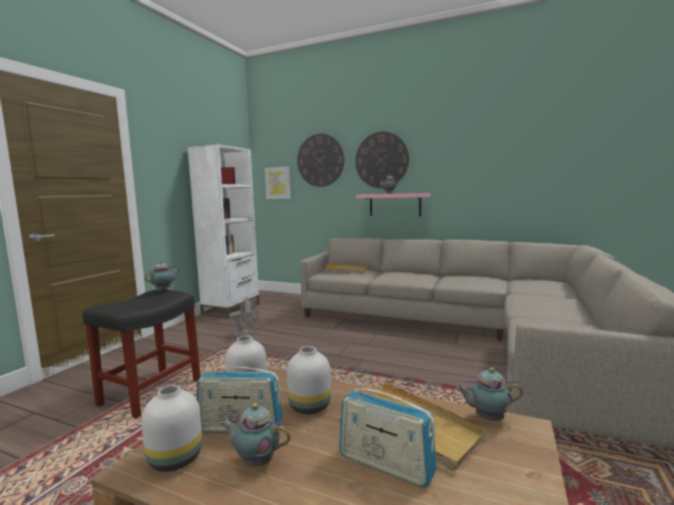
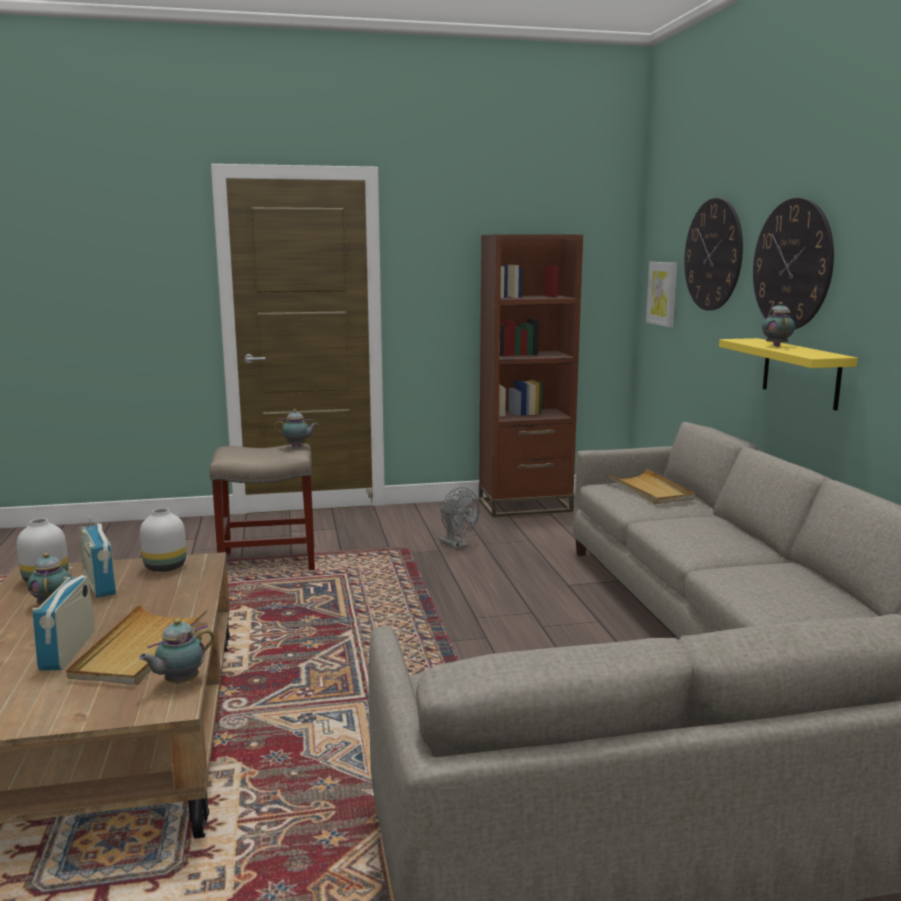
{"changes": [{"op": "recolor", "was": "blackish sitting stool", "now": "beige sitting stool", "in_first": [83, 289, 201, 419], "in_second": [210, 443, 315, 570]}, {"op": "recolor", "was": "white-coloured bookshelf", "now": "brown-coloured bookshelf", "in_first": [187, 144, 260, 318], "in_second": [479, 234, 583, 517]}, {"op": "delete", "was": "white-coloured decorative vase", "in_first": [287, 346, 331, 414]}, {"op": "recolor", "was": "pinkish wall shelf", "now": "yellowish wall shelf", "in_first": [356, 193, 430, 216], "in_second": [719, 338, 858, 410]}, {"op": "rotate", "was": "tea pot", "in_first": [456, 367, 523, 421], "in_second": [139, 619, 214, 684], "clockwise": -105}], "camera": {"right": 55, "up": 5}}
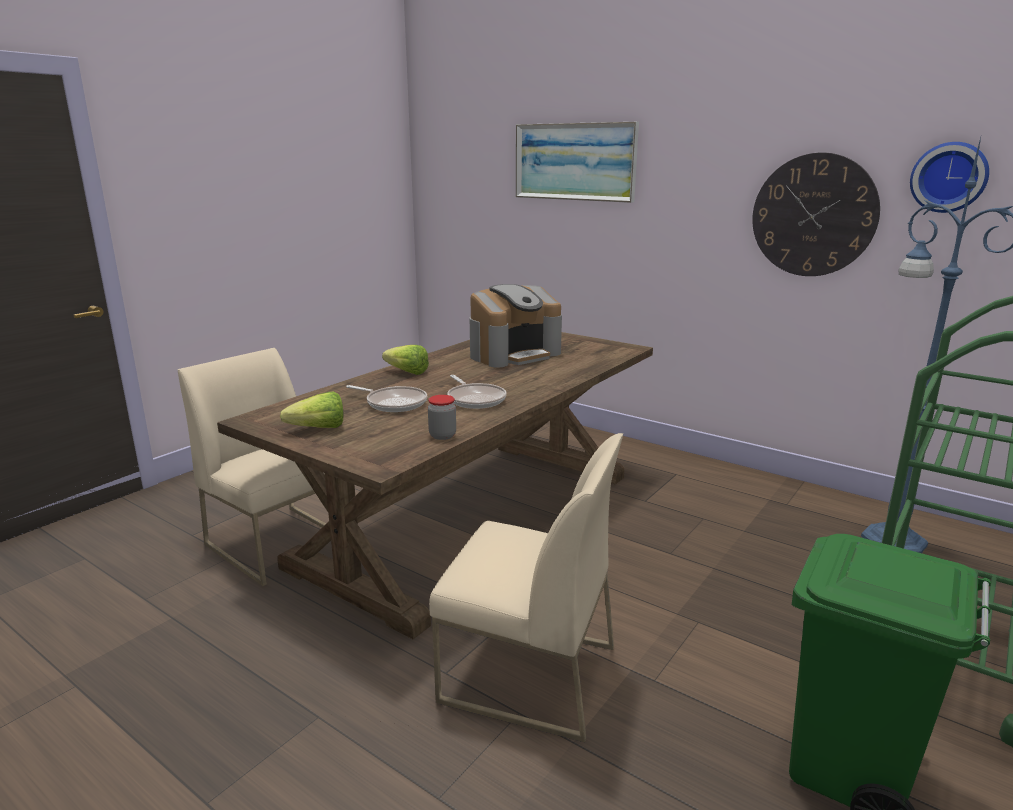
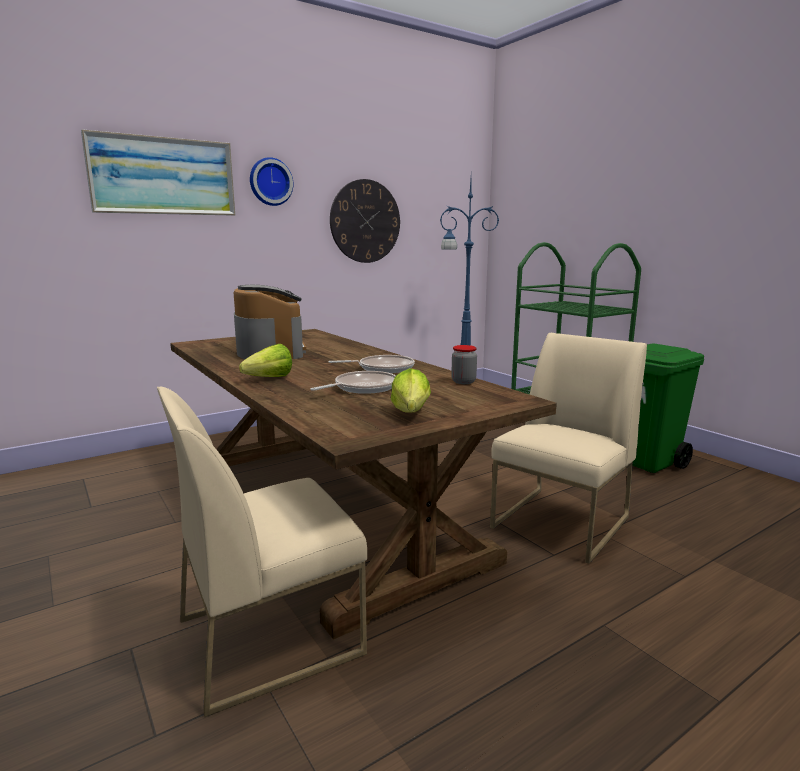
{"changes": [{"op": "move", "was": "clock on the wall", "in_first": [910, 142, 989, 213], "in_second": [250, 157, 293, 206]}], "camera": {"right": -70, "up": -5}}
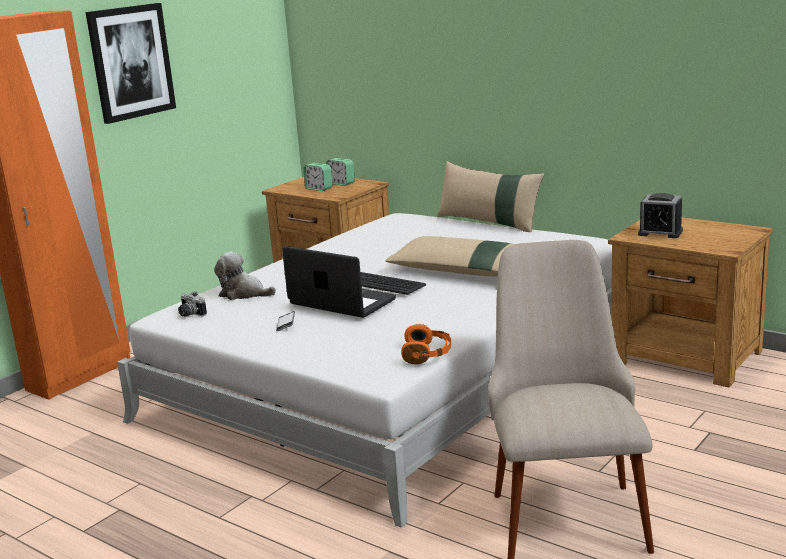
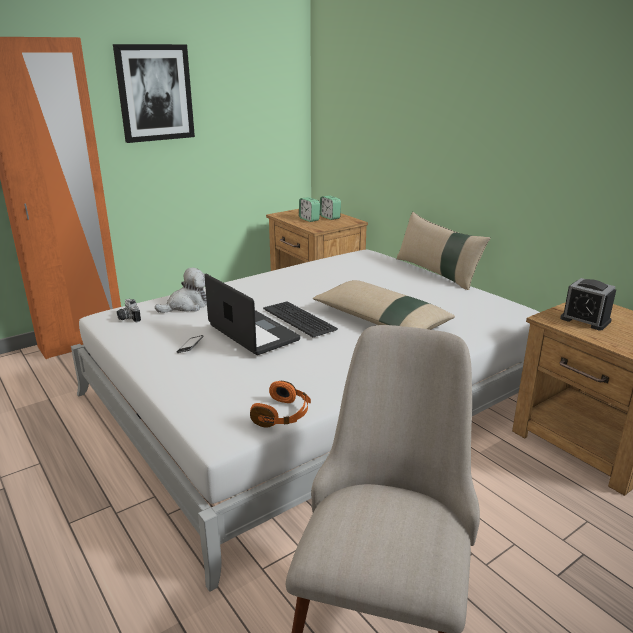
{"changes": [{"op": "rotate", "was": "plush toy", "in_first": [214, 251, 276, 300], "in_second": [155, 268, 207, 313], "clockwise": 105}], "camera": {"right": 15, "up": 5}}
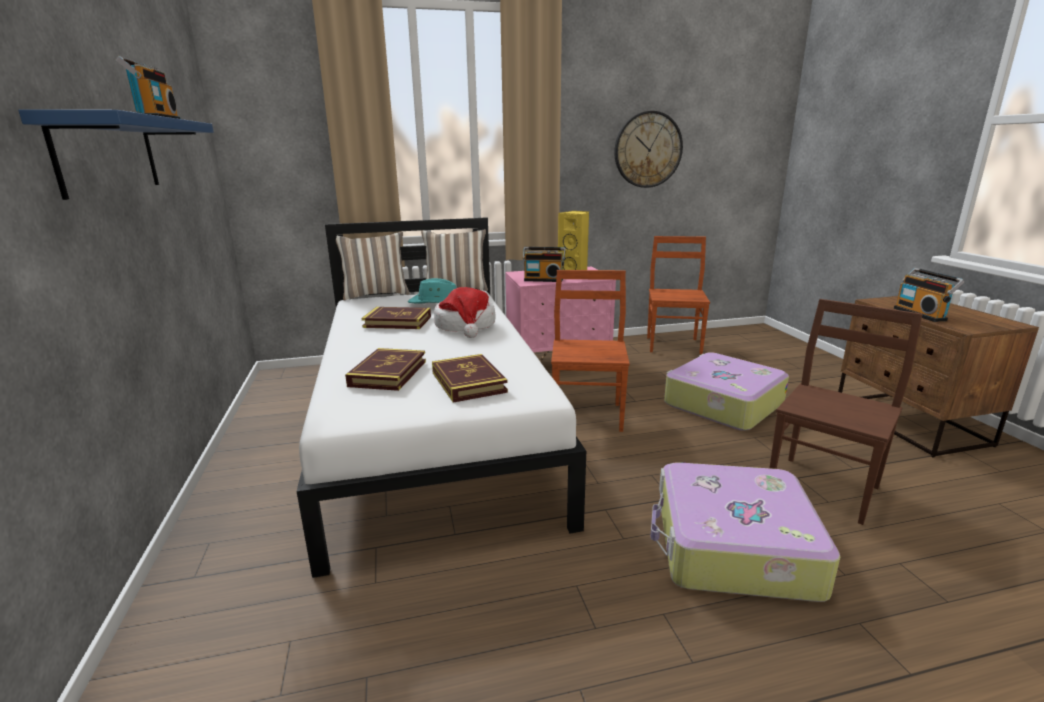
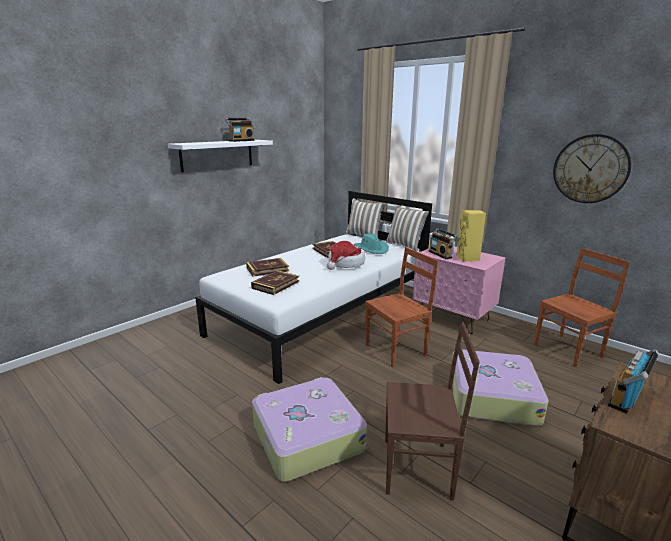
{"changes": [{"op": "recolor", "was": "blue wall shelf", "now": "white-coloured wall shelf", "in_first": [18, 109, 214, 200], "in_second": [168, 140, 273, 172]}], "camera": {"right": 55, "up": 0}}
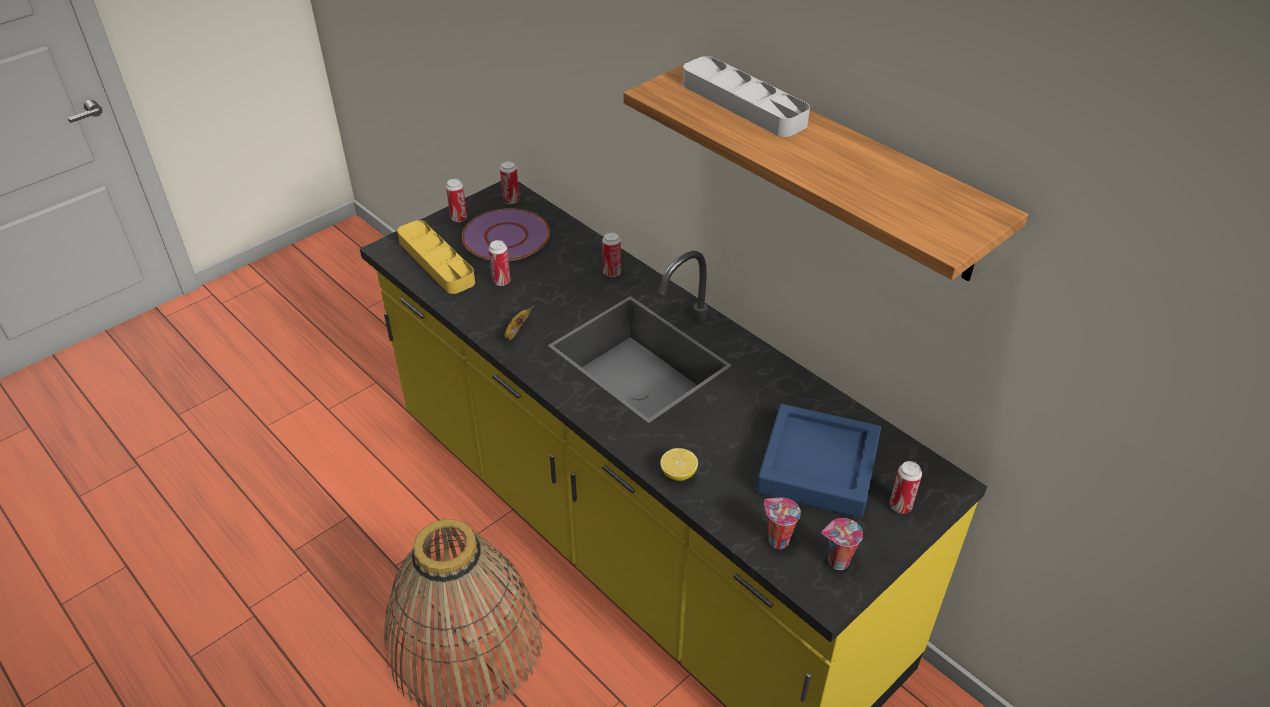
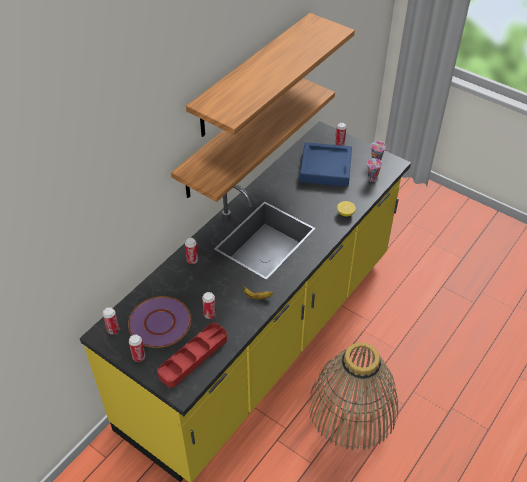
{"changes": [{"op": "recolor", "was": "yellowish serving tray", "now": "red-coloured serving tray", "in_first": [397, 220, 475, 294], "in_second": [157, 323, 227, 388]}, {"op": "delete", "was": "gray serving tray", "in_first": [683, 56, 810, 137]}, {"op": "insert", "now": "wall shelf", "in_second": [171, 78, 335, 202]}], "camera": {"right": -100, "up": 5}}
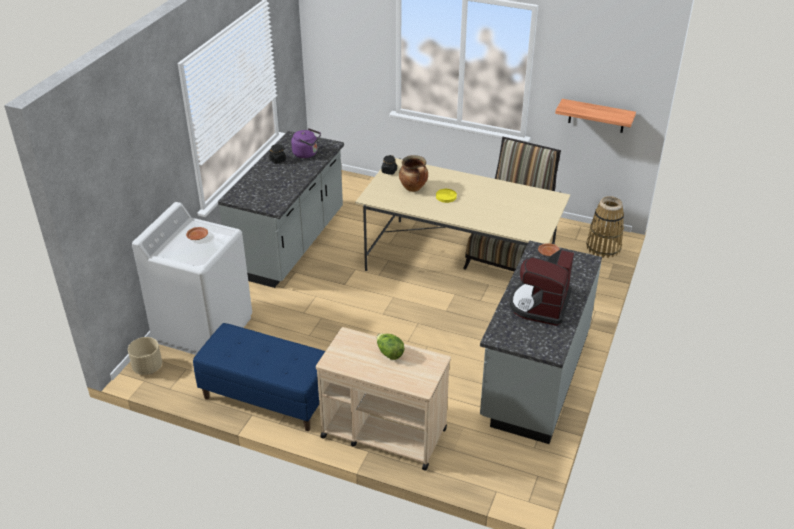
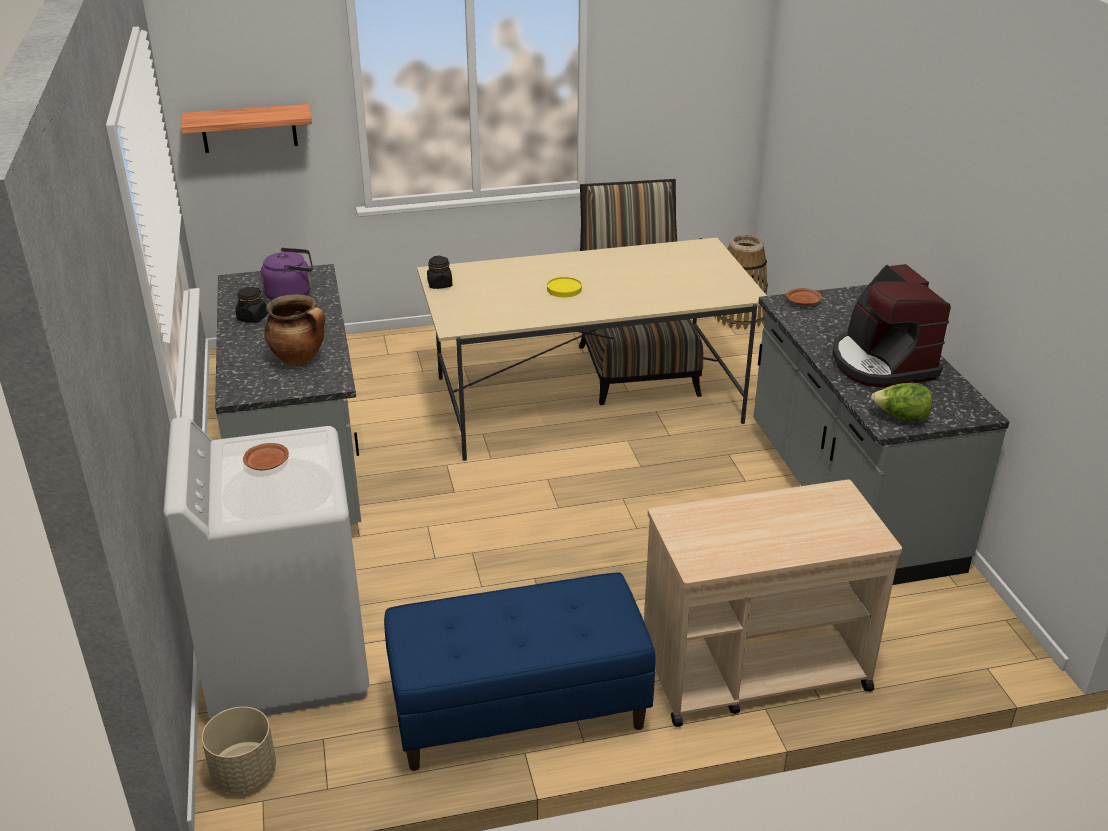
{"changes": [{"op": "move", "was": "lettuce head", "in_first": [377, 334, 404, 360], "in_second": [871, 383, 932, 422]}, {"op": "move", "was": "saucepot", "in_first": [399, 155, 428, 192], "in_second": [265, 294, 325, 366]}, {"op": "move", "was": "wall shelf", "in_first": [555, 99, 636, 133], "in_second": [181, 104, 312, 153]}], "camera": {"right": -35, "up": -5}}
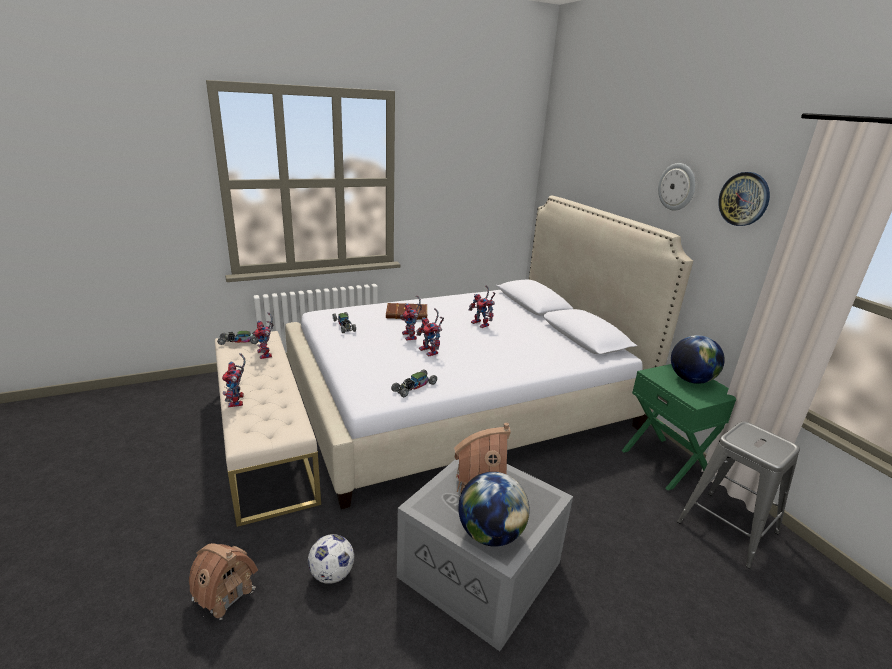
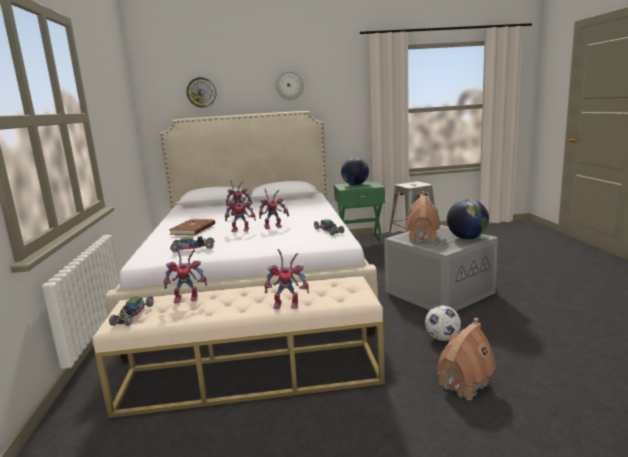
{"changes": [{"op": "move", "was": "clock on the wall", "in_first": [718, 172, 770, 226], "in_second": [187, 77, 216, 108]}], "camera": {"right": -70, "up": -10}}
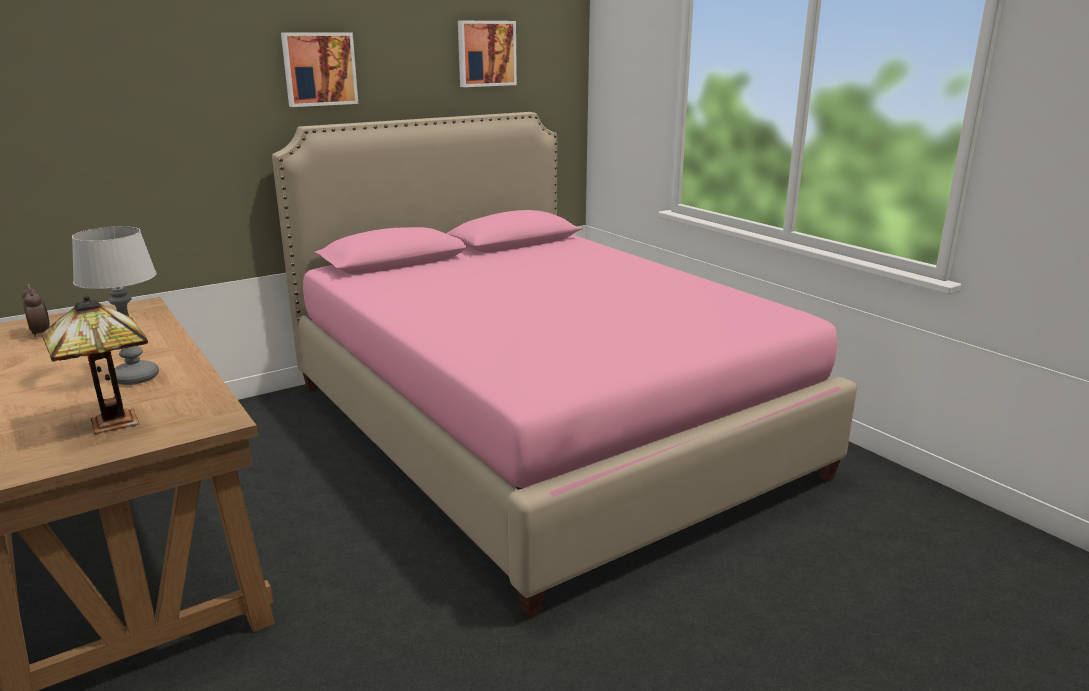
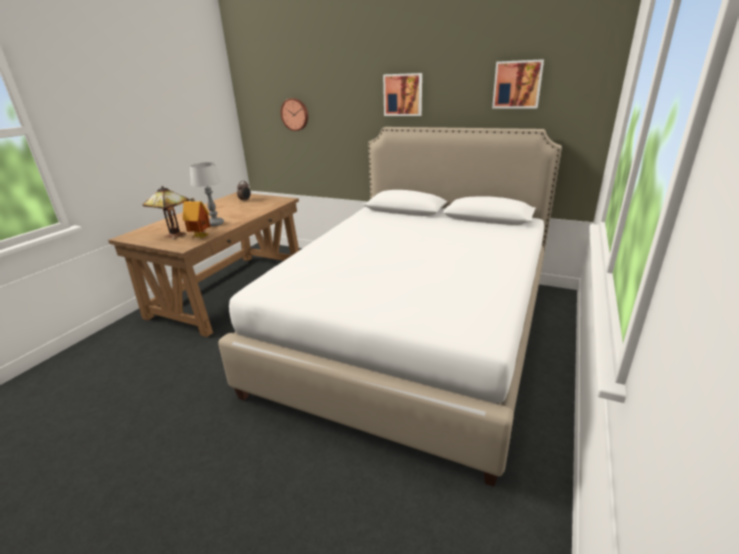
{"changes": [{"op": "recolor", "was": "pinkish bedroom bed", "now": "white-coloured bedroom bed", "in_first": [272, 112, 857, 619], "in_second": [218, 127, 562, 487]}, {"op": "insert", "now": "toy house", "in_second": [183, 198, 211, 238]}, {"op": "insert", "now": "clock on the wall", "in_second": [281, 98, 308, 131]}], "camera": {"right": 60, "up": 5}}
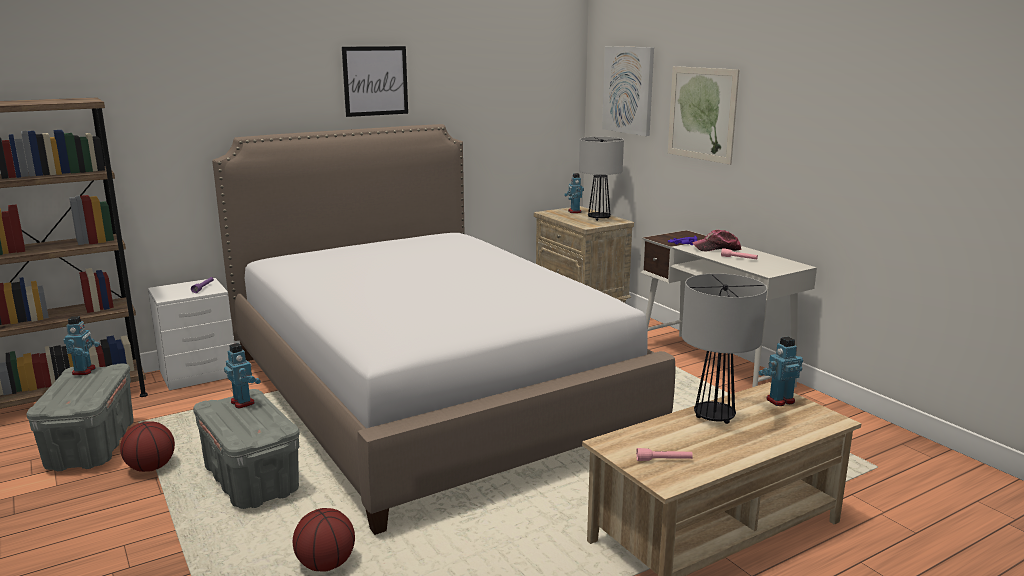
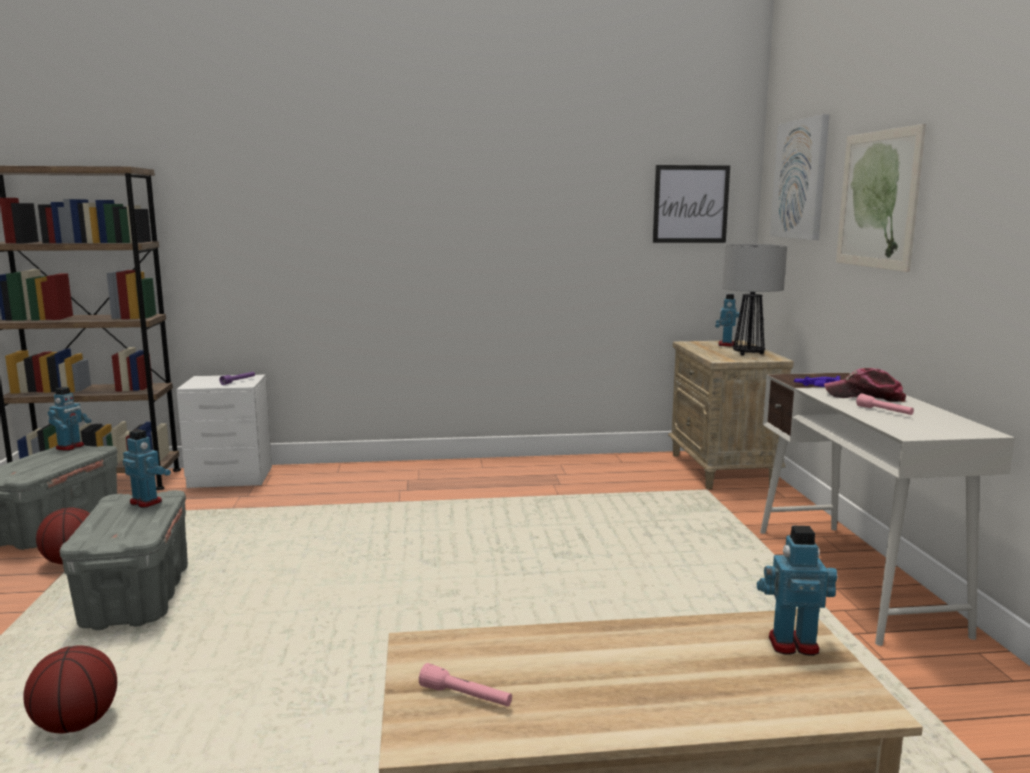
{"changes": [{"op": "delete", "was": "bedroom bed", "in_first": [212, 124, 675, 535]}, {"op": "rotate", "was": "toy robot", "in_first": [224, 343, 261, 408], "in_second": [123, 429, 171, 508], "clockwise": -45}, {"op": "move", "was": "wall picture", "in_first": [342, 46, 408, 117], "in_second": [653, 165, 730, 243]}, {"op": "delete", "was": "tabletop lamp", "in_first": [682, 273, 767, 424]}], "camera": {"right": 25, "up": -5}}
